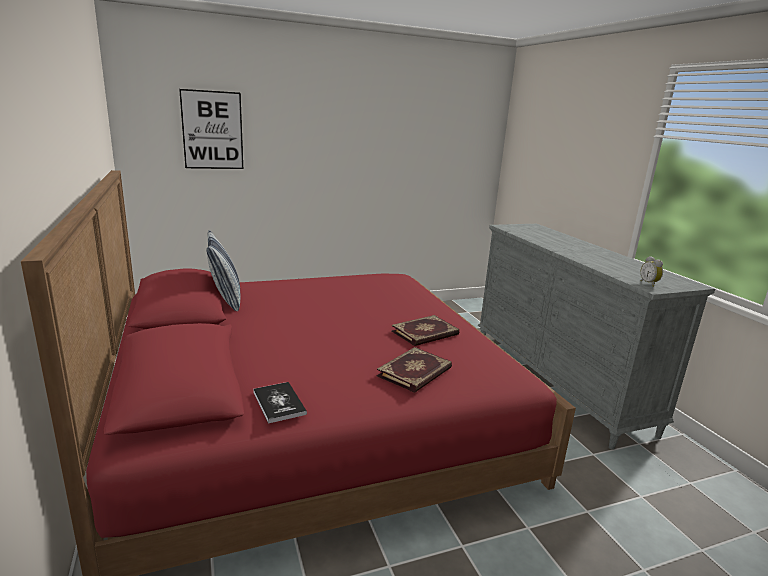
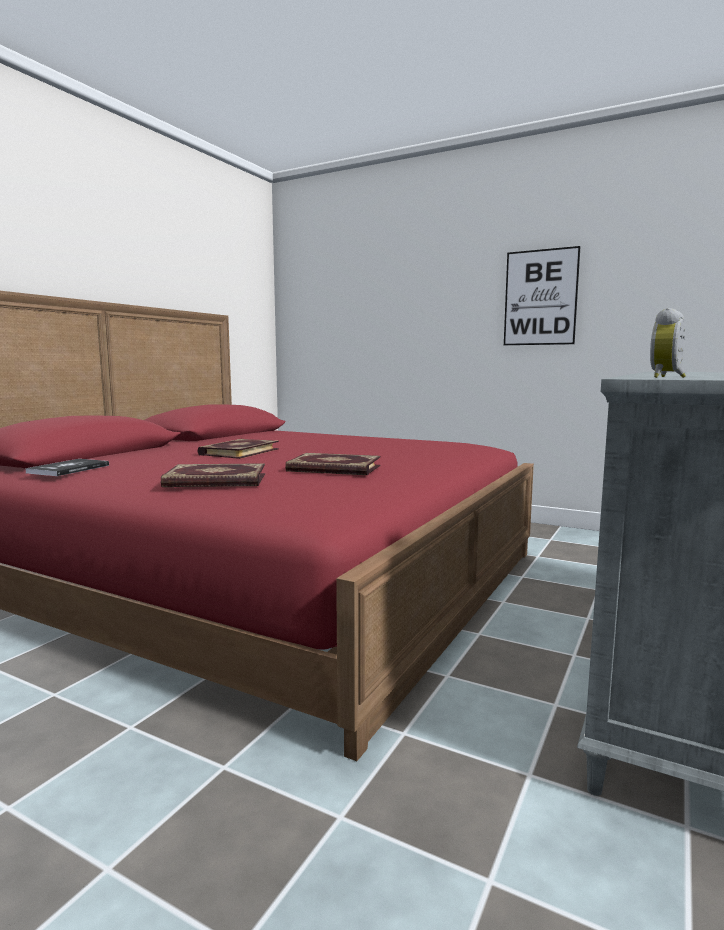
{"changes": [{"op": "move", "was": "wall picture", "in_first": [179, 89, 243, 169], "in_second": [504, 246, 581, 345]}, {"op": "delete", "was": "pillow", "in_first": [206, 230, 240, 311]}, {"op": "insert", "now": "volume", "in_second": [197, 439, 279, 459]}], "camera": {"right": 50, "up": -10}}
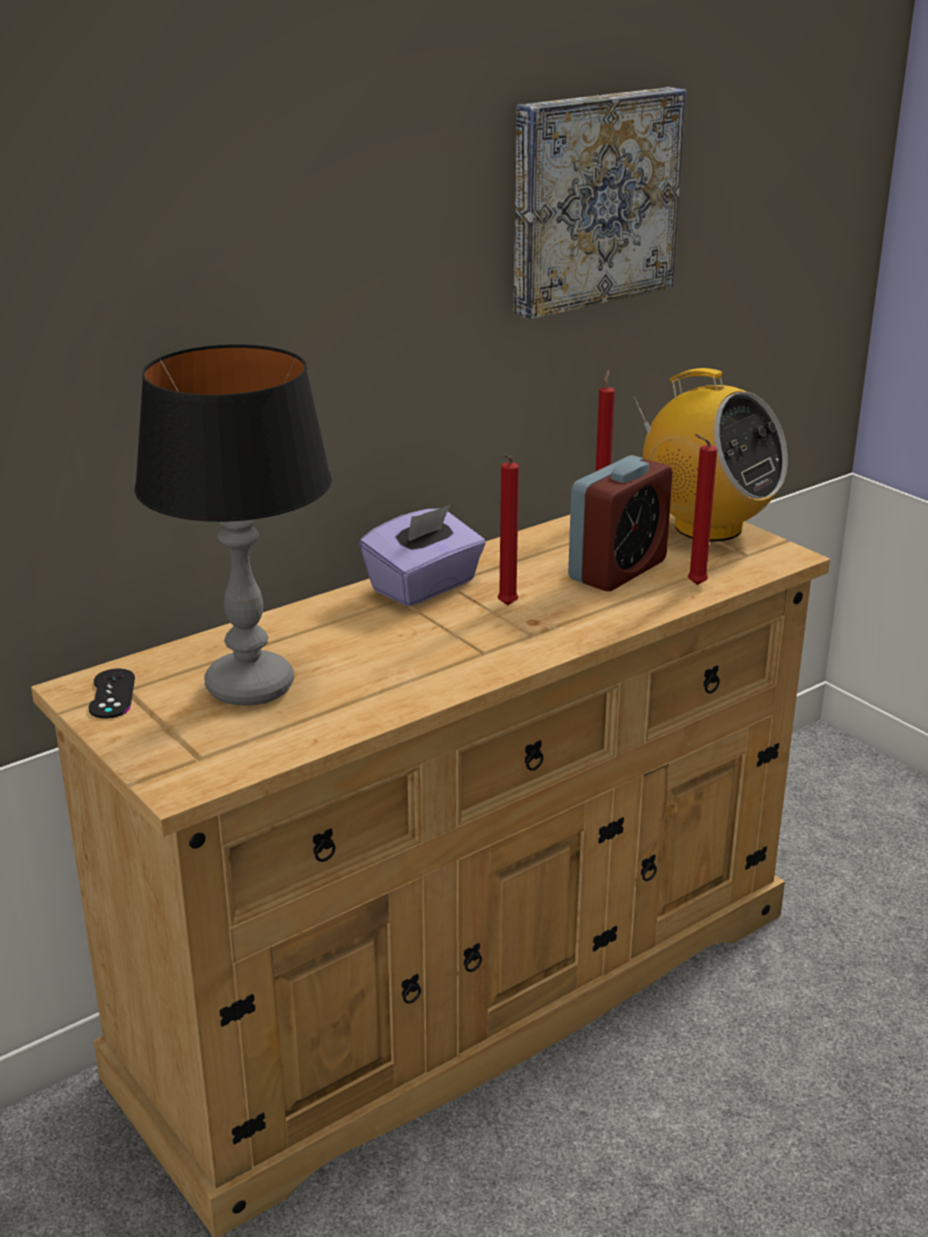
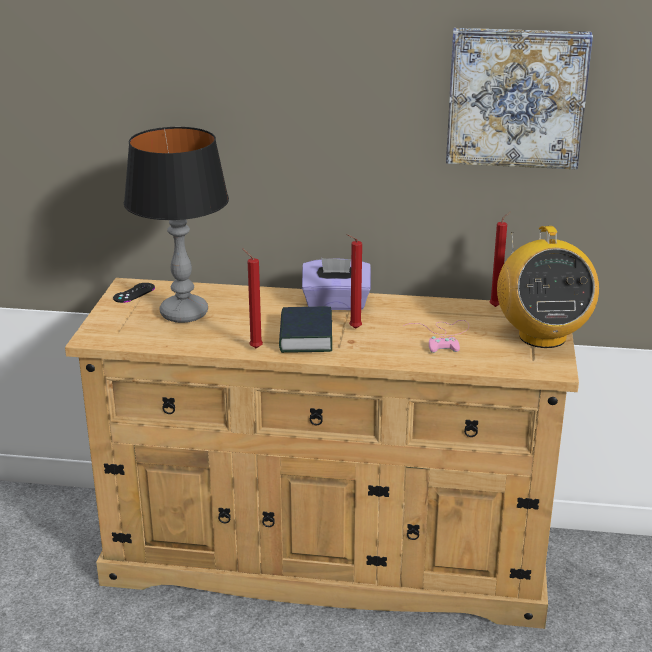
{"changes": [{"op": "replace", "was": "alarm clock", "now": "pinkish gamepad", "in_first": [568, 455, 673, 591], "in_second": [403, 320, 469, 353]}, {"op": "move", "was": "red-coloured candle", "in_first": [688, 434, 717, 585], "in_second": [242, 248, 263, 349]}, {"op": "insert", "now": "volume", "in_second": [279, 307, 332, 353]}], "camera": {"right": 45, "up": 0}}
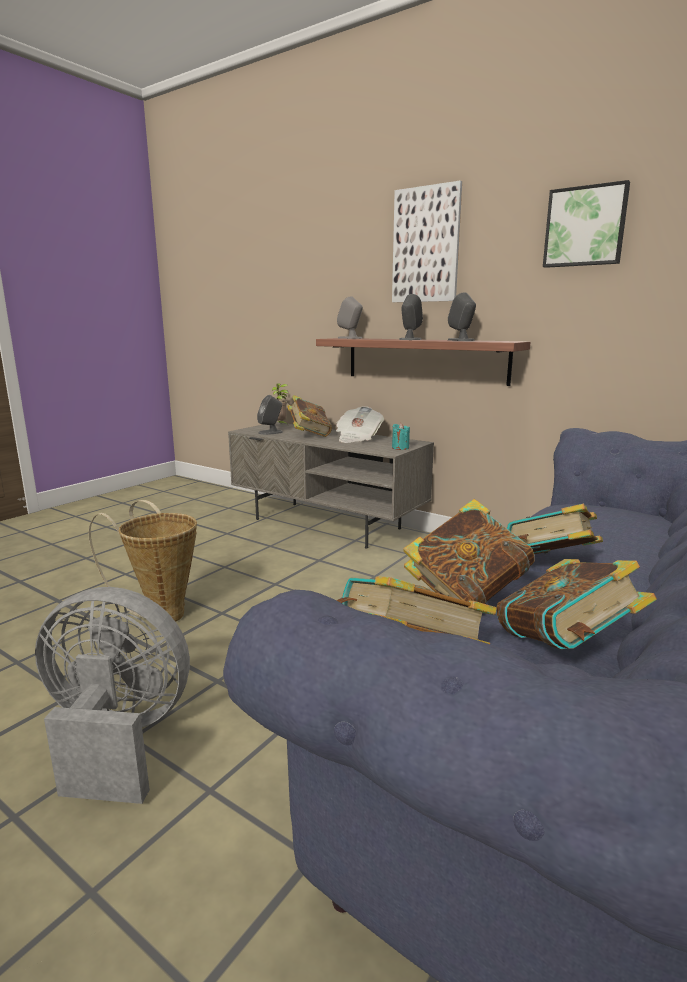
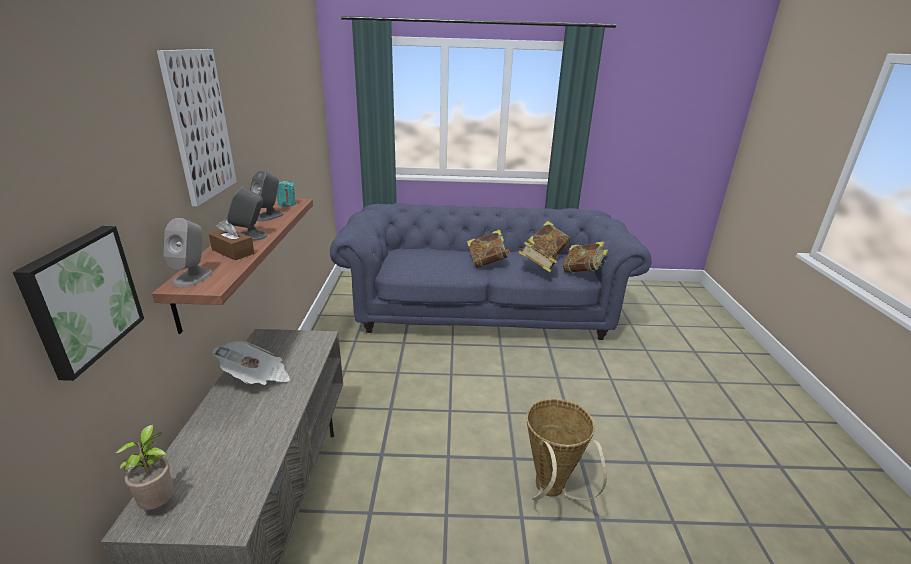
{"changes": [{"op": "delete", "was": "gray fan", "in_first": [35, 587, 190, 804]}, {"op": "delete", "was": "gray speaker", "in_first": [257, 395, 283, 435]}, {"op": "delete", "was": "volume", "in_first": [287, 395, 332, 437]}, {"op": "move", "was": "blue-green candle", "in_first": [392, 423, 410, 450], "in_second": [277, 179, 296, 207]}, {"op": "move", "was": "wall picture", "in_first": [543, 180, 630, 268], "in_second": [13, 226, 144, 381]}, {"op": "insert", "now": "brown-coloured tissue holder", "in_second": [209, 219, 254, 260]}], "camera": {"right": -125, "up": 10}}
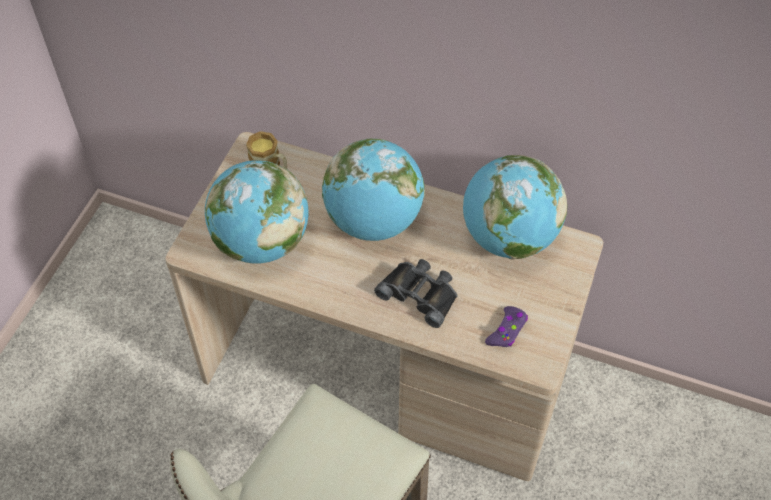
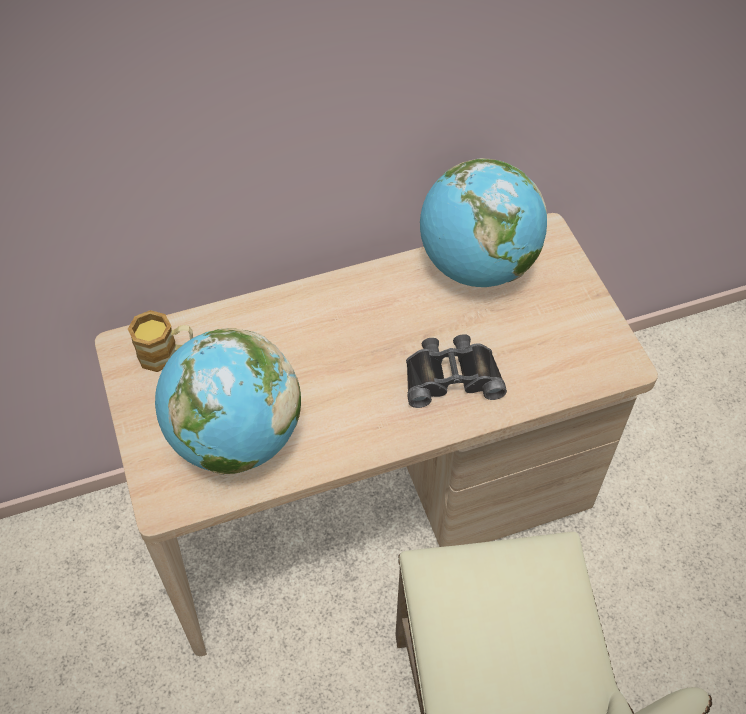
{"changes": [{"op": "delete", "was": "globe", "in_first": [322, 138, 425, 241]}, {"op": "delete", "was": "purple-coloured gamepad", "in_first": [485, 306, 528, 347]}], "camera": {"right": -40, "up": 0}}
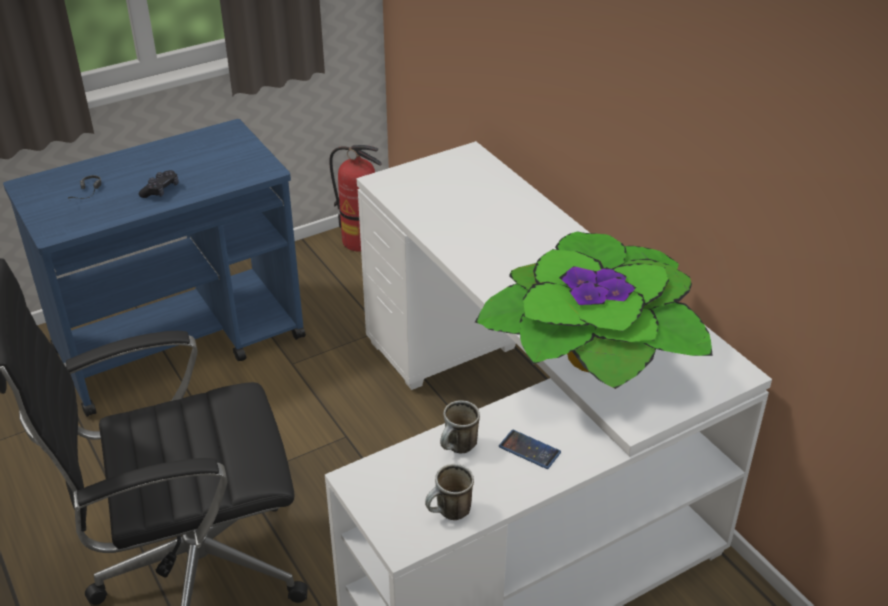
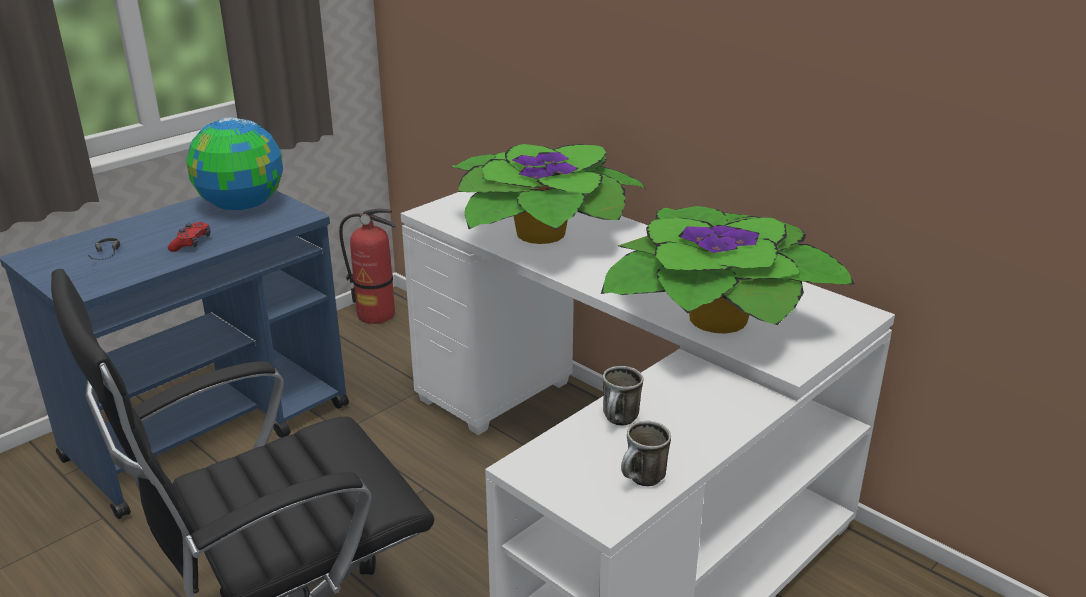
{"changes": [{"op": "recolor", "was": "blackish gamepad", "now": "red-coloured gamepad", "in_first": [139, 170, 179, 198], "in_second": [168, 222, 211, 252]}, {"op": "delete", "was": "phone", "in_first": [499, 430, 561, 469]}, {"op": "insert", "now": "globe", "in_second": [186, 118, 283, 210]}, {"op": "insert", "now": "potted plant", "in_second": [451, 144, 646, 244]}], "camera": {"right": -15, "up": -10}}
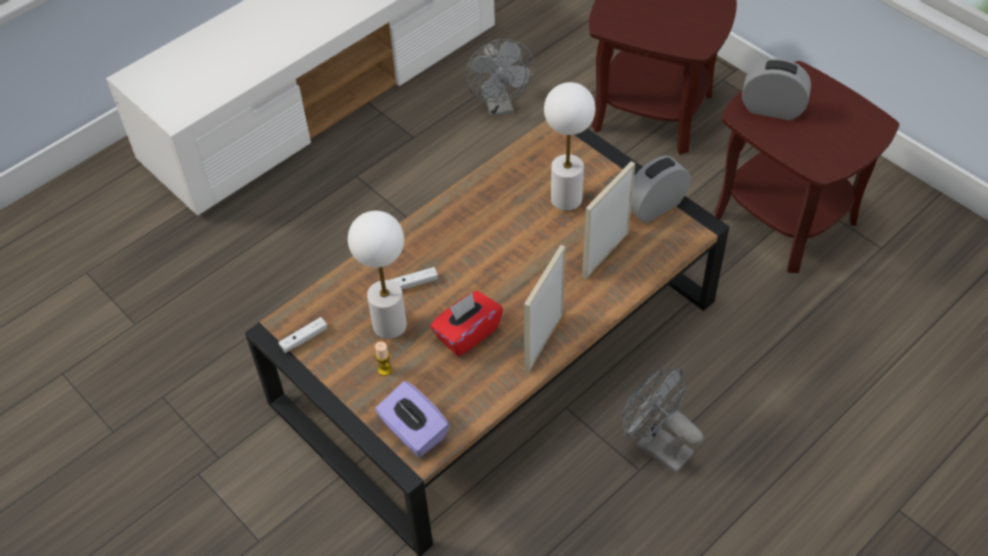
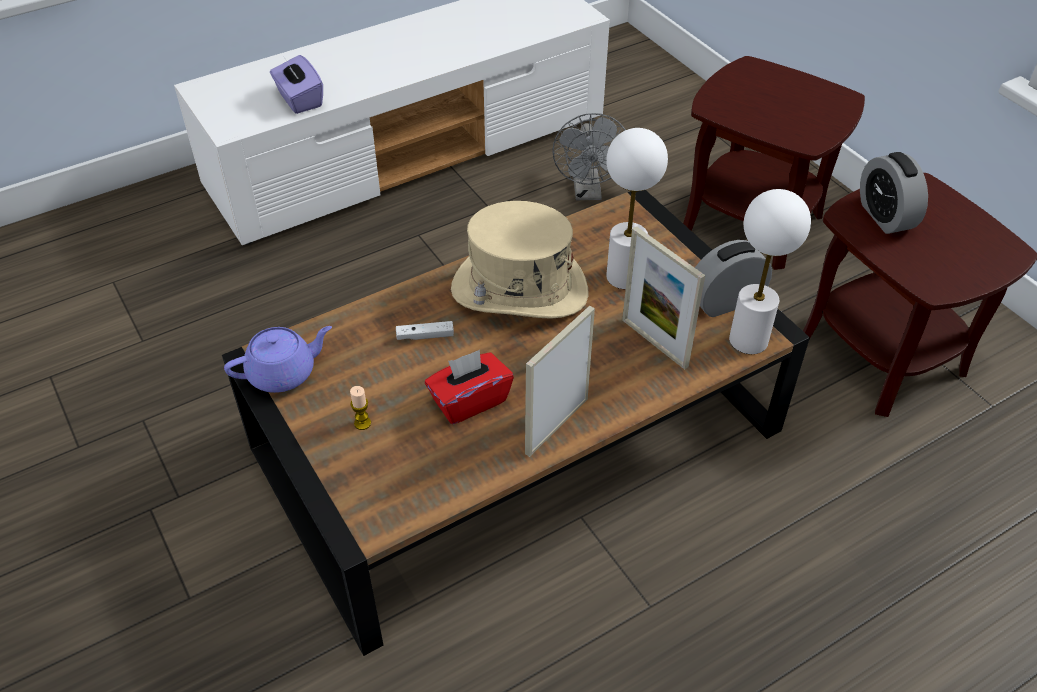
{"changes": [{"op": "replace", "was": "white-coloured gamepad", "now": "purple-coloured tea pot", "in_first": [278, 317, 327, 353], "in_second": [224, 326, 332, 393]}, {"op": "move", "was": "white-coloured tabletop lamp", "in_first": [348, 211, 407, 339], "in_second": [729, 189, 811, 354]}, {"op": "move", "was": "purple-coloured tissue holder", "in_first": [375, 381, 449, 457], "in_second": [270, 55, 323, 114]}, {"op": "rotate", "was": "picture frame", "in_first": [582, 161, 635, 279], "in_second": [622, 226, 705, 370], "clockwise": -90}, {"op": "delete", "was": "gray fan", "in_first": [622, 368, 703, 474]}, {"op": "rotate", "was": "alarm clock", "in_first": [742, 58, 811, 120], "in_second": [860, 152, 928, 234], "clockwise": -135}, {"op": "insert", "now": "beige wearable hat", "in_second": [451, 201, 588, 319]}], "camera": {"right": 10, "up": -5}}
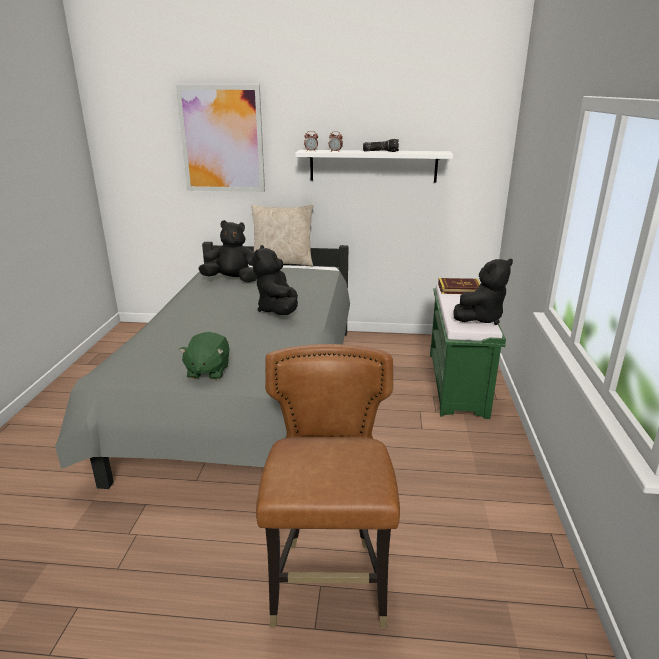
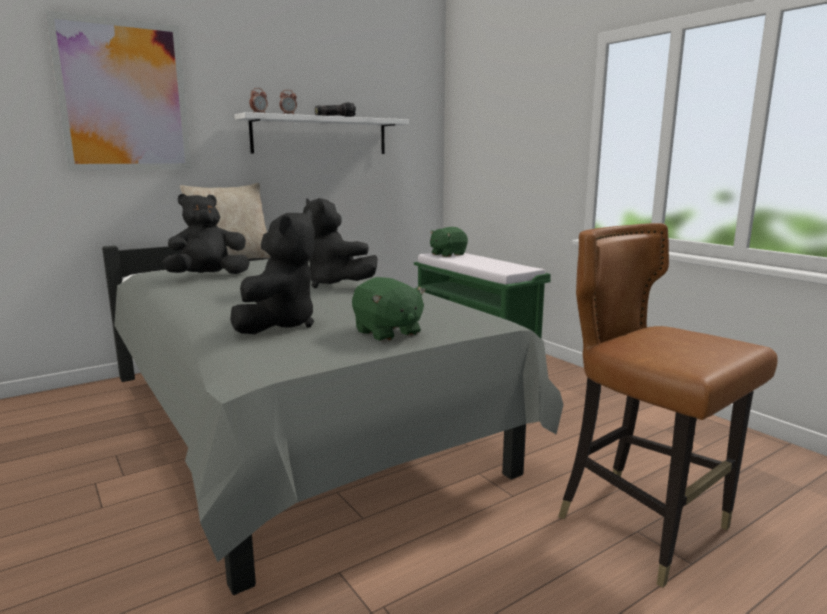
{"changes": [{"op": "replace", "was": "volume", "now": "green plush toy", "in_first": [438, 278, 480, 294], "in_second": [430, 227, 468, 257]}, {"op": "move", "was": "blackish plush toy", "in_first": [453, 259, 513, 325], "in_second": [230, 210, 314, 334]}], "camera": {"right": -40, "up": -10}}
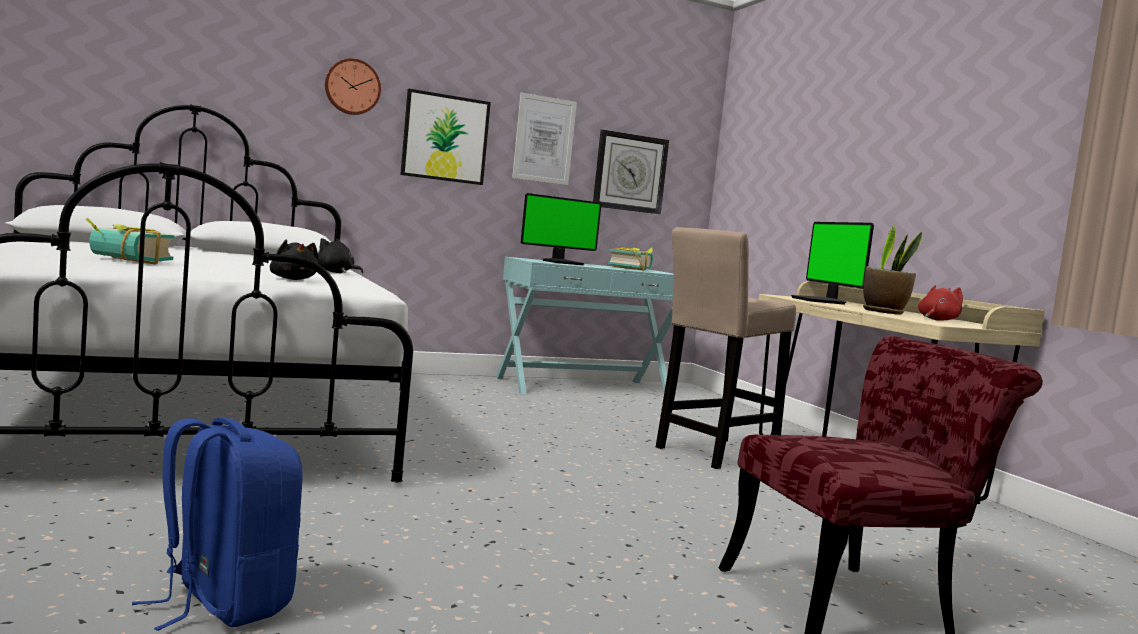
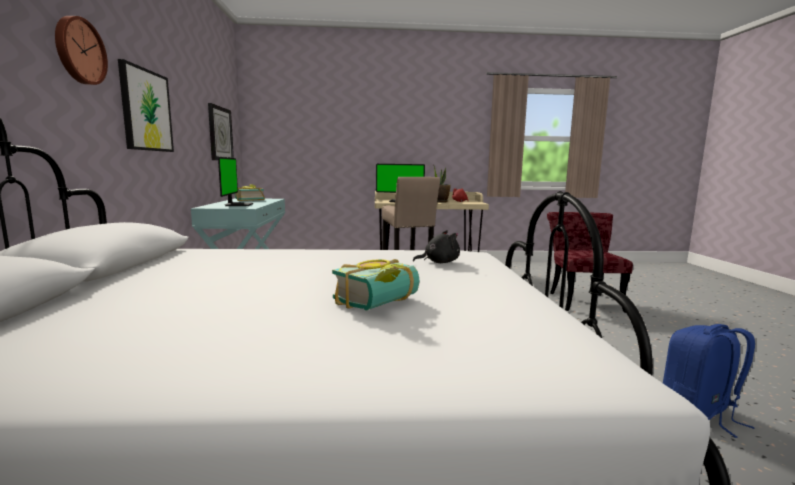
{"changes": [{"op": "delete", "was": "blackish plush toy", "in_first": [317, 238, 363, 273]}, {"op": "delete", "was": "wall picture", "in_first": [512, 92, 577, 185]}], "camera": {"right": -70, "up": 5}}
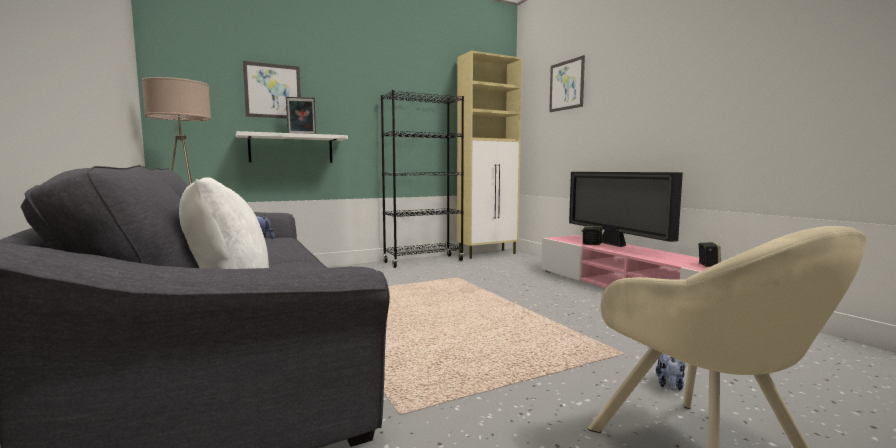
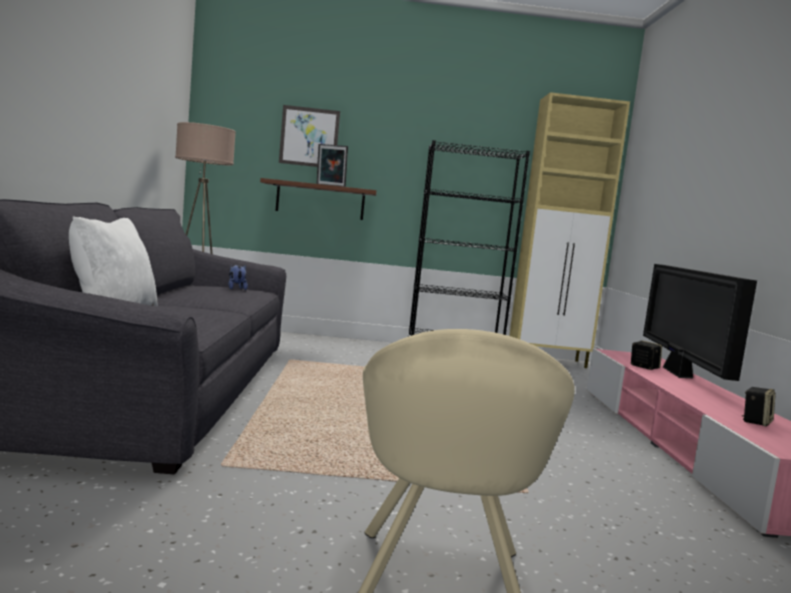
{"changes": [{"op": "recolor", "was": "white-coloured wall shelf", "now": "brown-coloured wall shelf", "in_first": [236, 131, 348, 163], "in_second": [260, 178, 376, 220]}, {"op": "delete", "was": "wall picture", "in_first": [549, 55, 585, 112]}, {"op": "delete", "was": "plush toy", "in_first": [656, 353, 685, 391]}], "camera": {"right": 25, "up": 0}}
